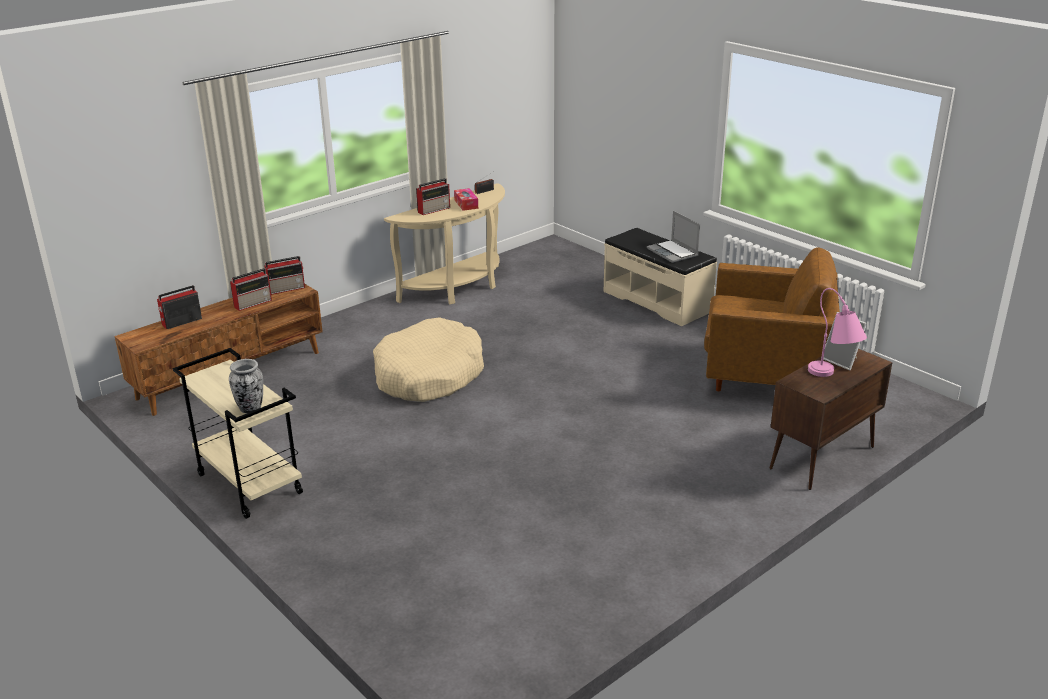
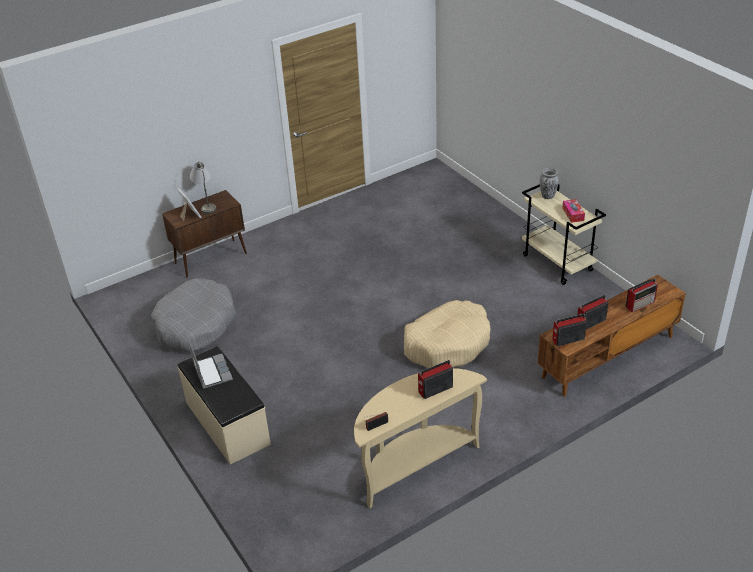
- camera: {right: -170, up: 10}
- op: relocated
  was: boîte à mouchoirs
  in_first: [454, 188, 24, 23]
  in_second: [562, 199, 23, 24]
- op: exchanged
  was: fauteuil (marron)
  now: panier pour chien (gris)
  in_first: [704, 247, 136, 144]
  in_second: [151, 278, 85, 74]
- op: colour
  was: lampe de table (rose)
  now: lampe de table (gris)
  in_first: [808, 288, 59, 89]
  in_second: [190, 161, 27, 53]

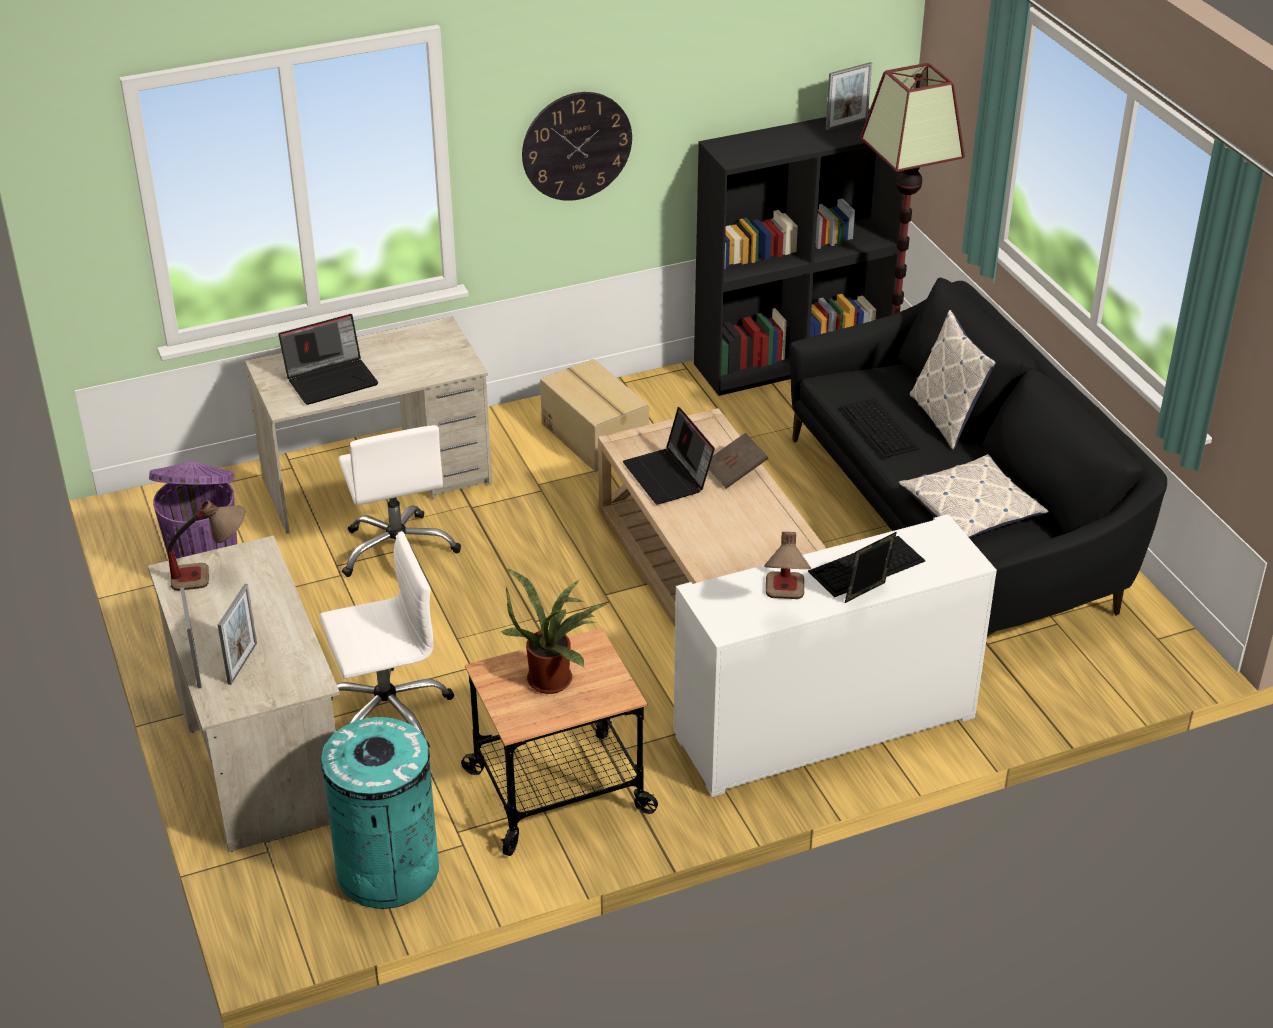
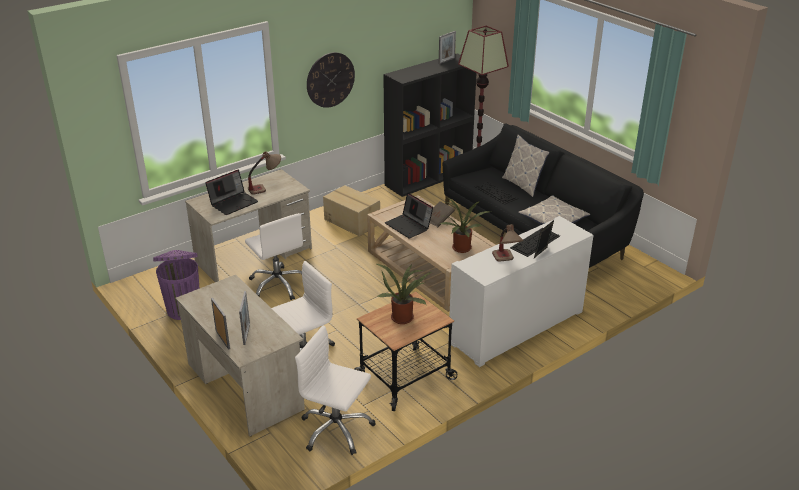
- camera: {right: -15, up: -5}
- op: relocated
  was: lampe de table
  in_first: [167, 500, 78, 91]
  in_second: [248, 152, 33, 43]
- op: exchanged
  was: poubelle (turquoise)
  now: chaise de bureau (blanc)
  in_first: [317, 717, 122, 192]
  in_second: [295, 325, 81, 130]
- op: appeared
  now: plante en pot
  in_second: [440, 198, 51, 55]

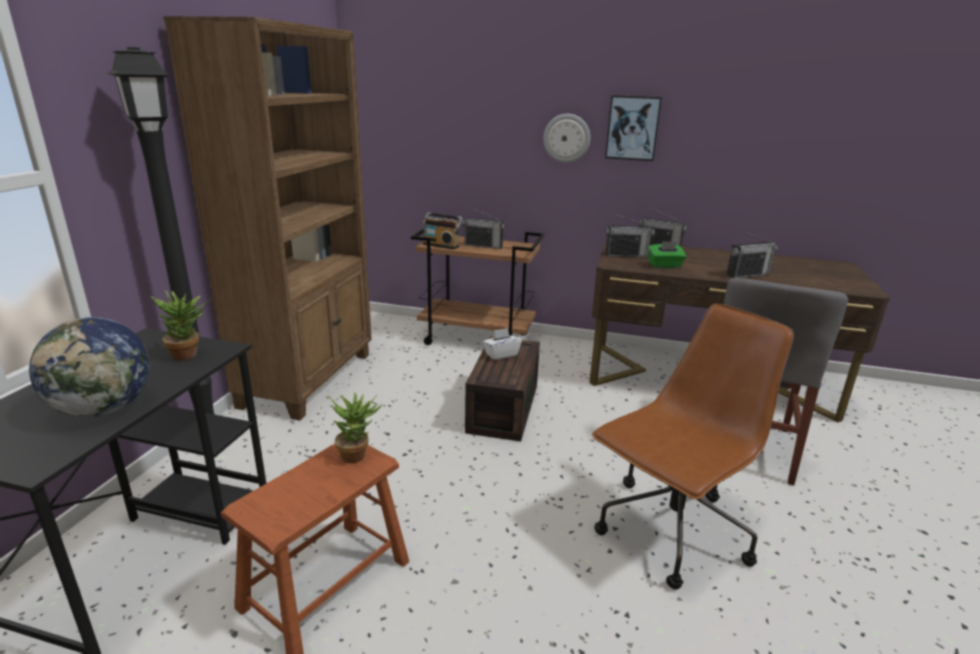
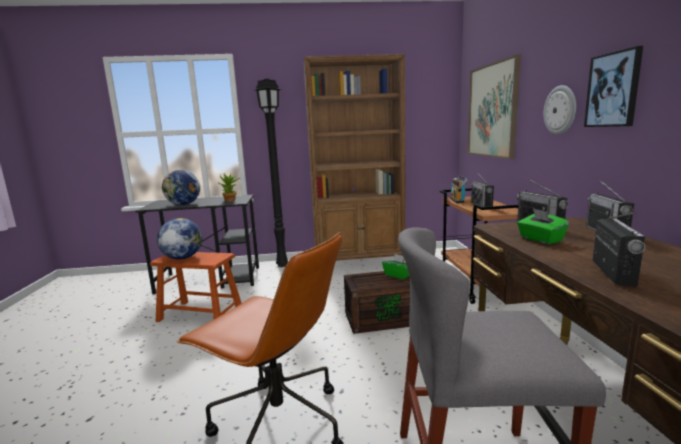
- camera: {right: 70, up: -10}
- op: missing
  was: plante en pot
  in_first: [326, 392, 56, 71]
- op: colour
  was: boîte à mouchoirs (blanc)
  now: boîte à mouchoirs (vert)
  in_first: [483, 328, 39, 32]
  in_second: [382, 254, 27, 25]
- op: spun
  was: radio
  in_first: [727, 232, 51, 46]
  in_second: [593, 212, 52, 75]
  clockwise: -120
- op: appeared
  now: globe
  in_second: [157, 218, 45, 41]
- op: appeared
  now: tableau
  in_second: [467, 54, 54, 105]

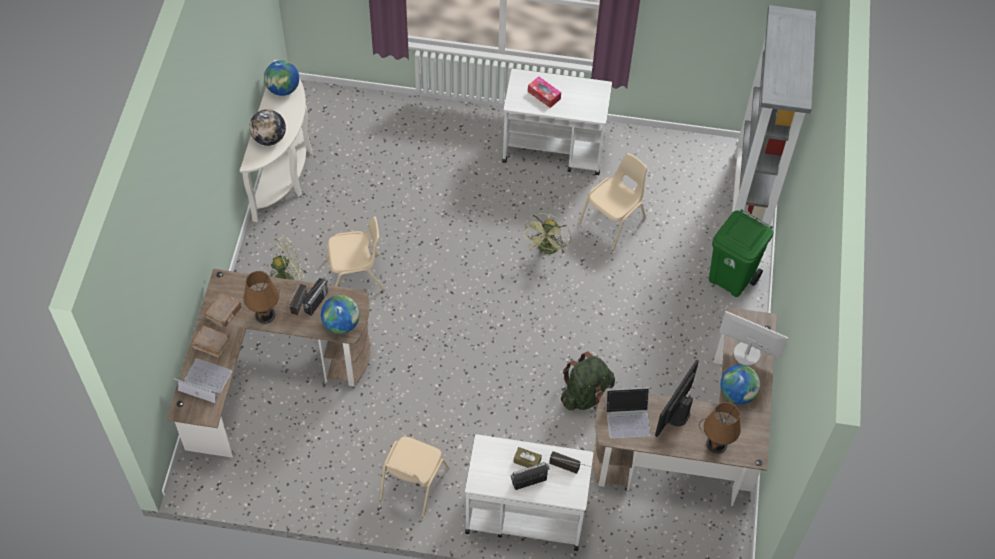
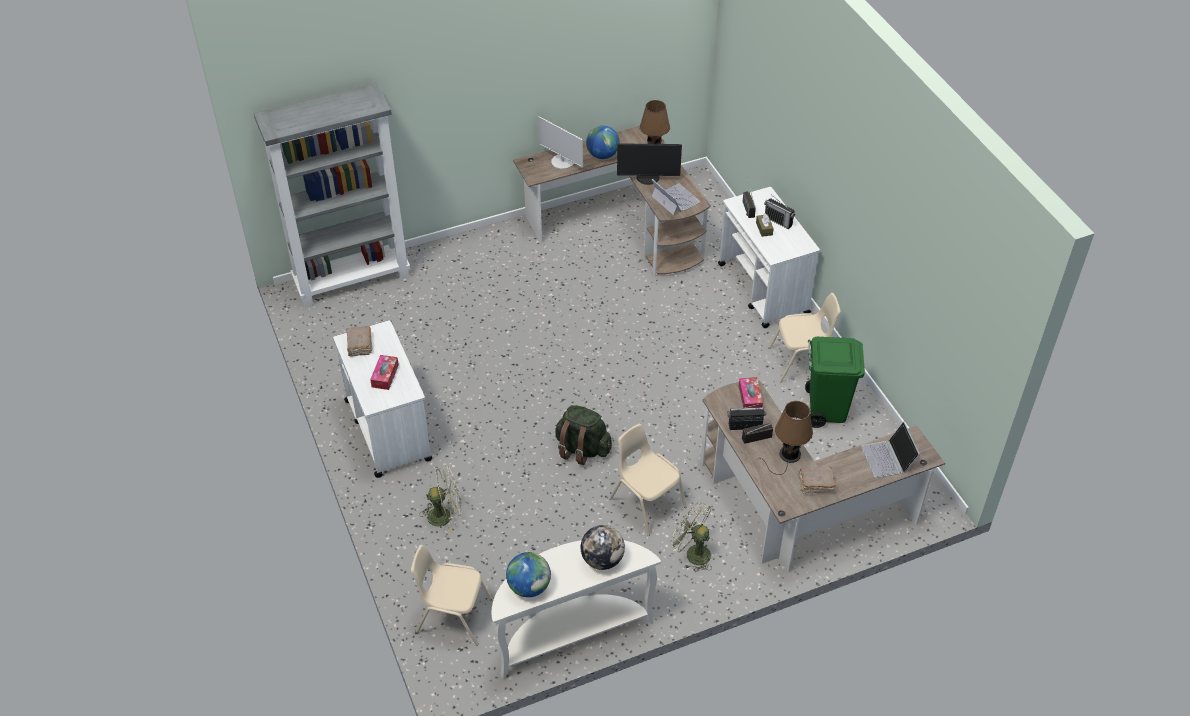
- camera: {right: -120, up: -10}
- op: relocated
  was: livre (marron)
  in_first: [192, 326, 38, 31]
  in_second: [346, 326, 26, 31]
- op: exchanged
  was: globe
  now: boîte à mouchoirs
  in_first: [321, 295, 39, 39]
  in_second: [739, 377, 24, 31]
- op: relocated
  was: ventilateur (vert)
  in_first: [524, 213, 47, 42]
  in_second: [419, 466, 42, 66]
- op: relocated
  was: sac à dos (vert)
  in_first: [561, 351, 54, 60]
  in_second: [555, 405, 57, 60]
- op: relocated
  was: chaise (beige)
  in_first: [578, 153, 69, 97]
  in_second: [411, 545, 81, 101]
- op: relocated
  was: poubelle (vert)
  in_first: [709, 209, 64, 88]
  in_second: [805, 337, 60, 91]
- op: spun
  was: écran d'ordinateur
  in_first: [719, 311, 70, 55]
  in_second: [538, 116, 45, 54]
  clockwise: -45

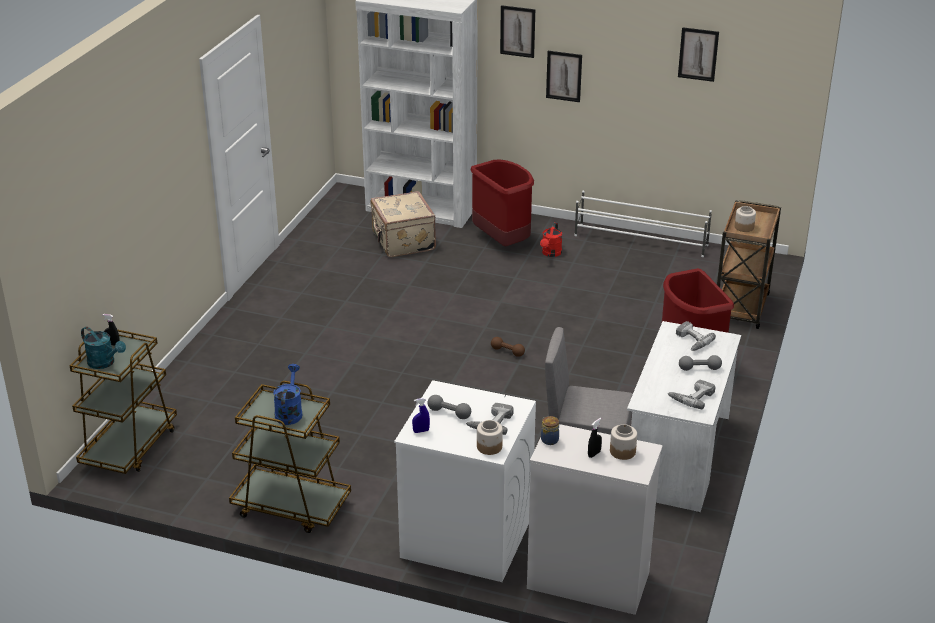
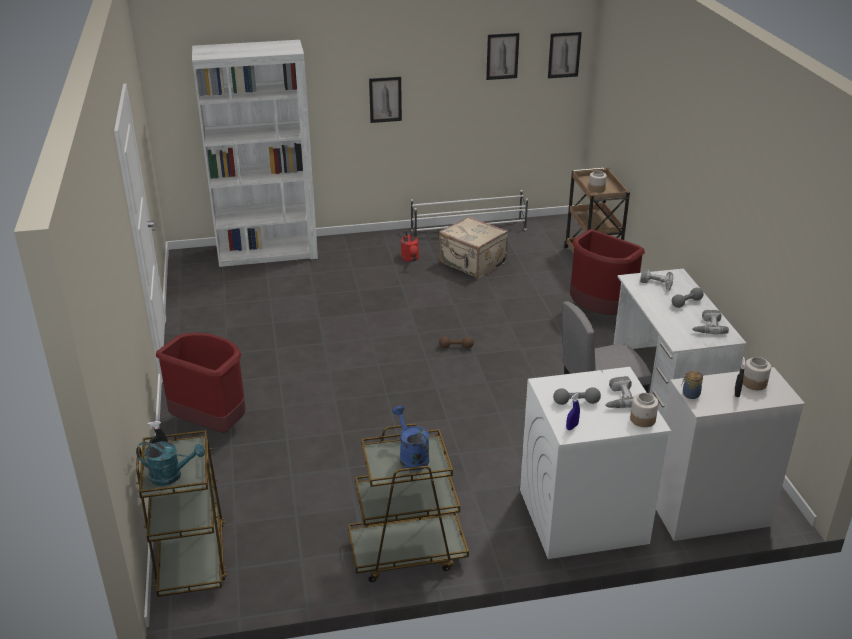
- camera: {right: -30, up: 0}
- op: relocated
  was: valise (beige)
  in_first: [371, 191, 65, 66]
  in_second: [439, 216, 69, 63]
- op: relocated
  was: poubelle (rouge)
  in_first: [471, 159, 63, 87]
  in_second: [156, 333, 90, 100]
- op: relocated
  was: tableau
  in_first: [500, 5, 35, 53]
  in_second: [548, 32, 34, 46]

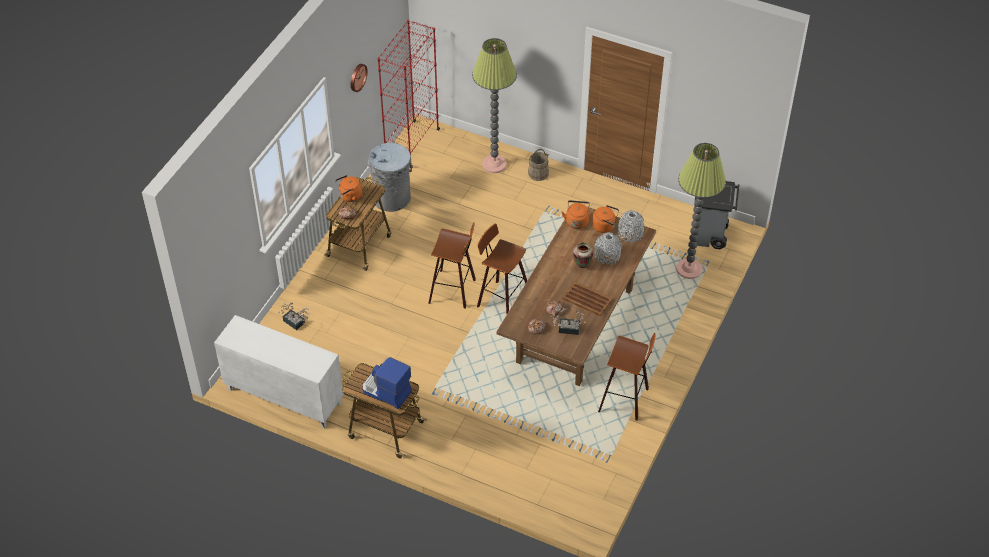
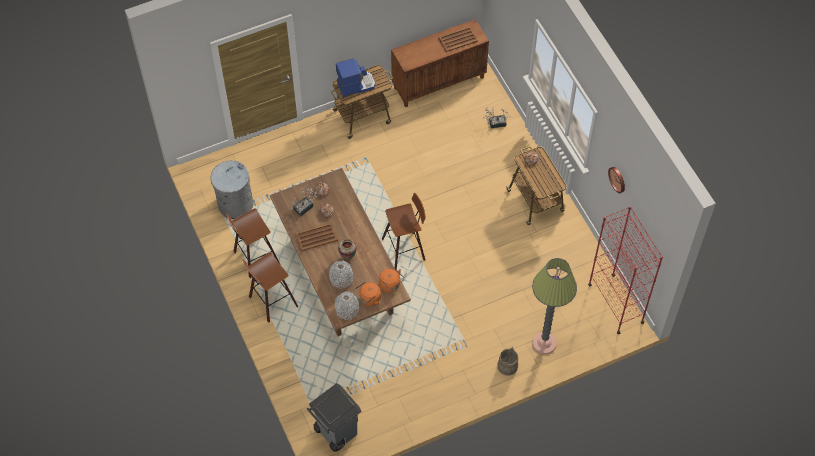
- camera: {right: 130, up: 10}
- op: colour
  was: meuble de rangement (blanc)
  now: meuble de rangement (marron)
  in_first: [214, 315, 129, 114]
  in_second: [391, 19, 98, 88]
- op: missing
  was: bouilloire (orange)
  in_first: [335, 175, 27, 27]
- op: relocated
  was: poubelle (gris)
  in_first: [368, 143, 44, 69]
  in_second: [210, 161, 43, 58]
- op: relocated
  was: tabouret
  in_first: [428, 222, 48, 87]
  in_second: [243, 252, 55, 71]
- op: missing
  was: lampadaire
  in_first: [676, 143, 50, 136]
- op: appeared
  now: plateau (marron)
  in_second: [438, 26, 40, 26]

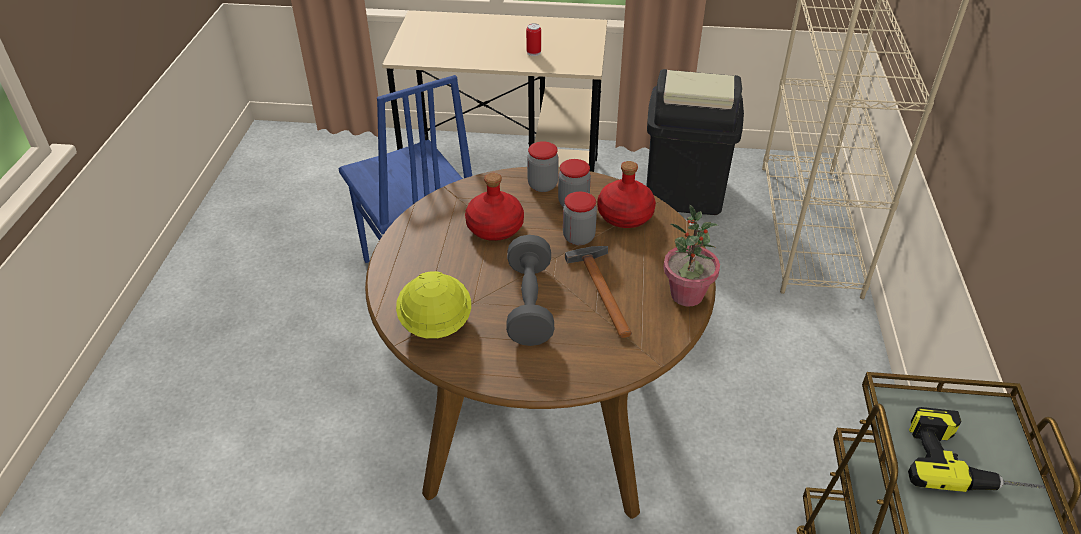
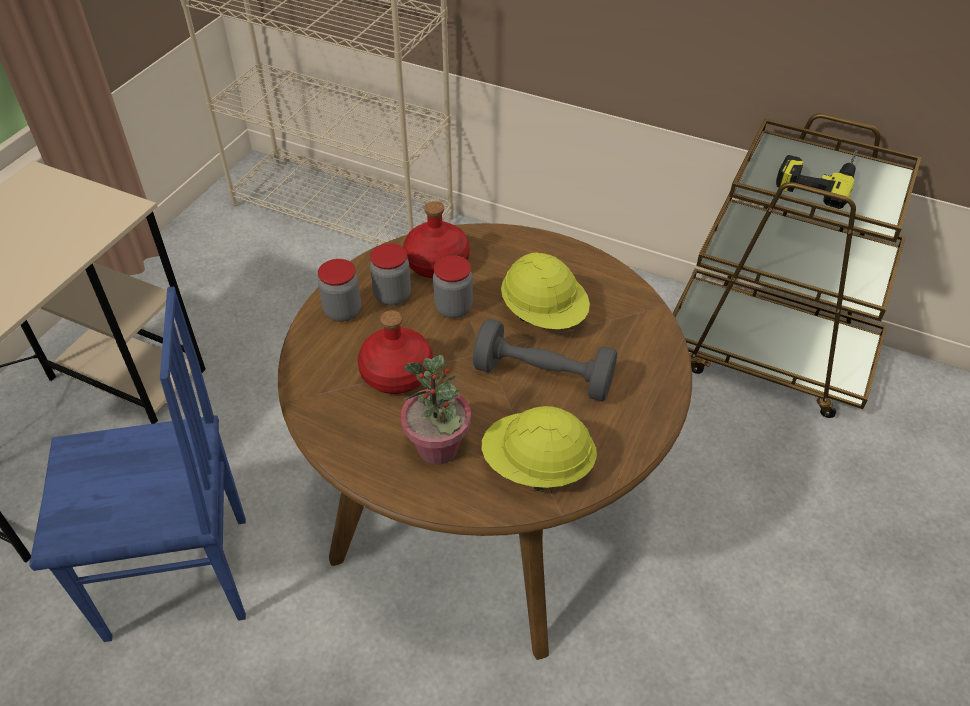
- camera: {right: -70, up: 5}
- op: missing
  was: boîte métallique
  in_first: [526, 23, 15, 33]
- op: exchanged
  was: marteau
  now: casque de chantier (jaune)
  in_first: [565, 246, 67, 92]
  in_second: [501, 252, 89, 77]
- op: missing
  was: poubelle (noir)
  in_first: [646, 69, 98, 146]
- op: relocated
  was: plante en pot
  in_first: [663, 205, 57, 101]
  in_second: [401, 355, 70, 110]

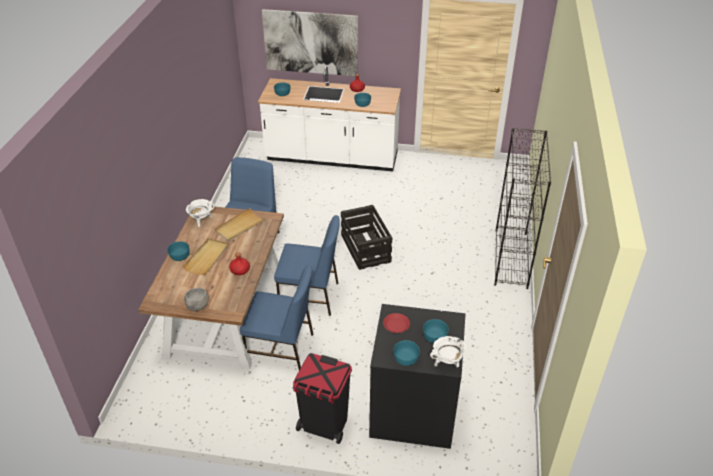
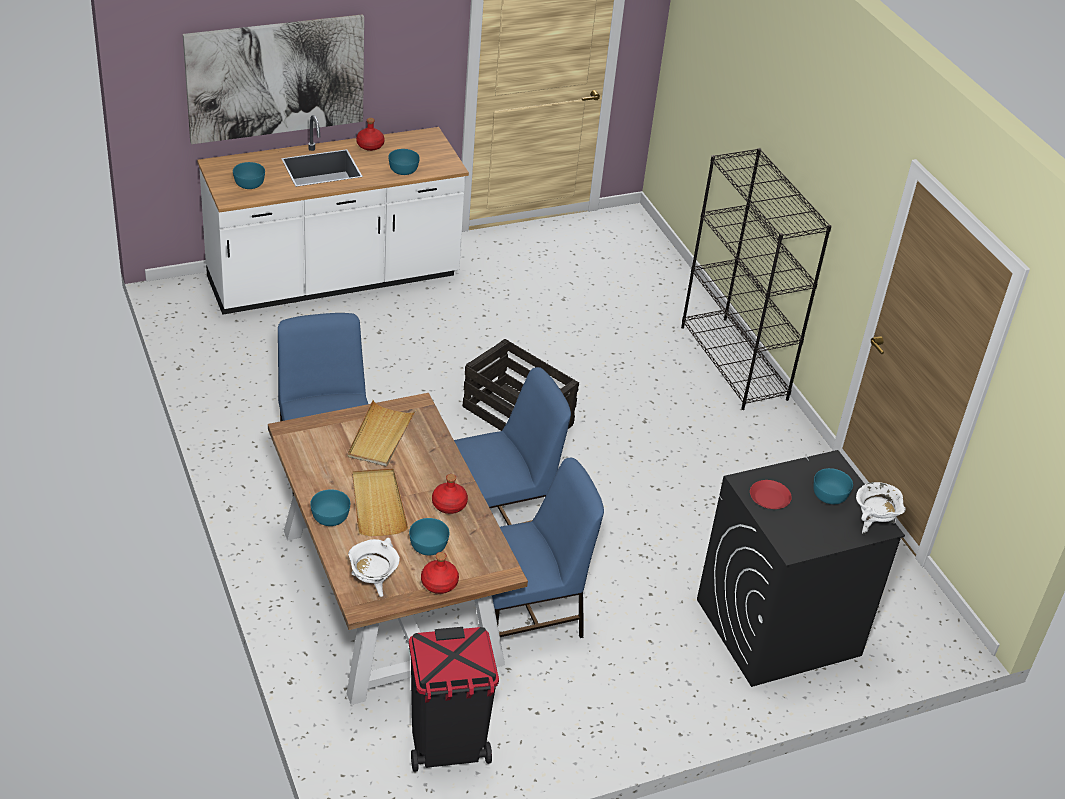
- camera: {right: -35, up: 0}
- op: exchanged
  was: bol (gris)
  now: bouteille (rouge)
  in_first: [184, 288, 25, 23]
  in_second: [421, 552, 38, 42]
- op: relocated
  was: marmite (blanc)
  in_first: [186, 199, 28, 28]
  in_second: [348, 538, 52, 59]
- op: relocated
  was: poubelle (noir)
  in_first: [293, 353, 59, 91]
  in_second: [409, 627, 90, 145]
- op: relocated
  was: bol (turquoise)
  in_first: [393, 340, 27, 26]
  in_second: [409, 518, 40, 37]

